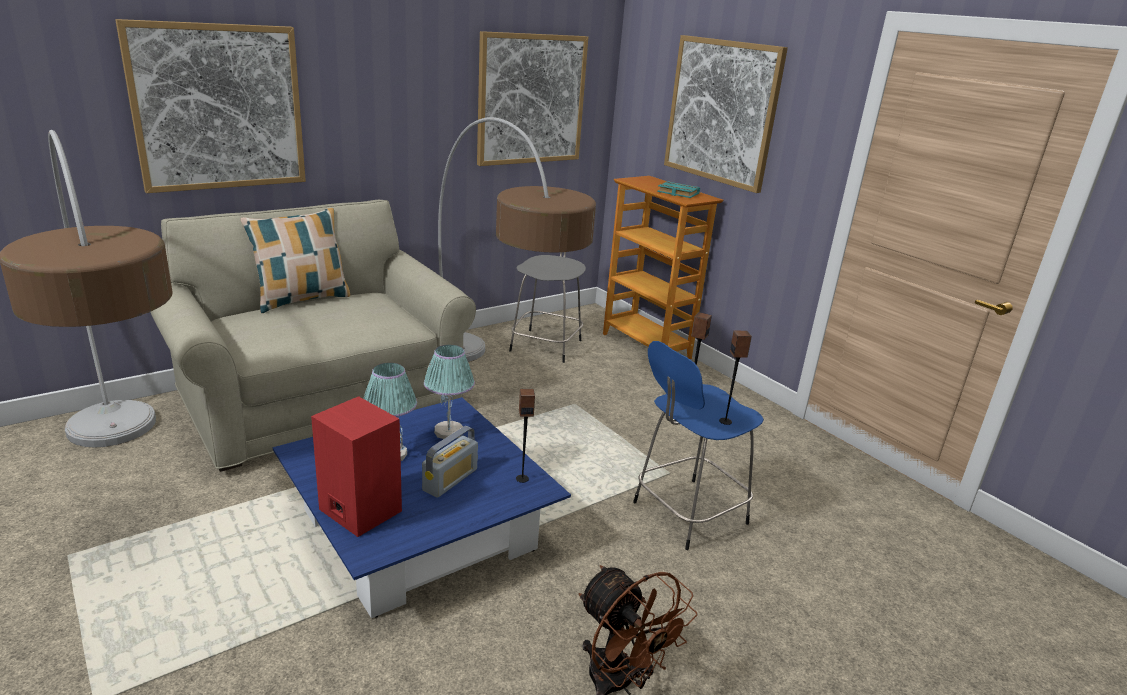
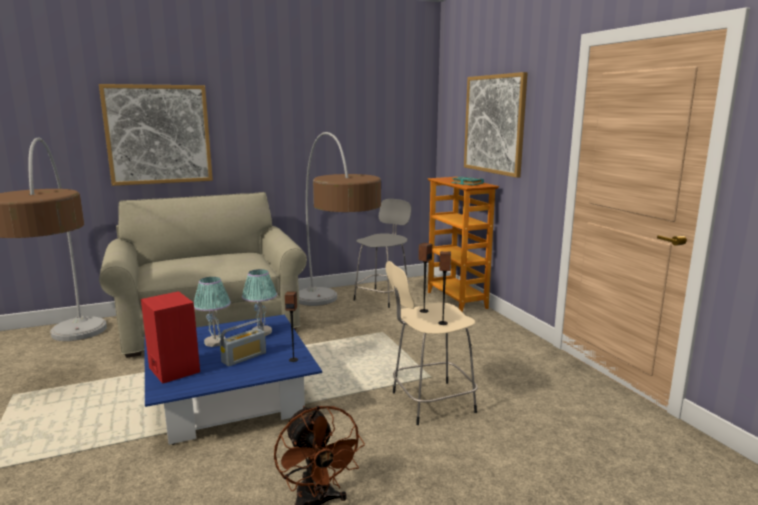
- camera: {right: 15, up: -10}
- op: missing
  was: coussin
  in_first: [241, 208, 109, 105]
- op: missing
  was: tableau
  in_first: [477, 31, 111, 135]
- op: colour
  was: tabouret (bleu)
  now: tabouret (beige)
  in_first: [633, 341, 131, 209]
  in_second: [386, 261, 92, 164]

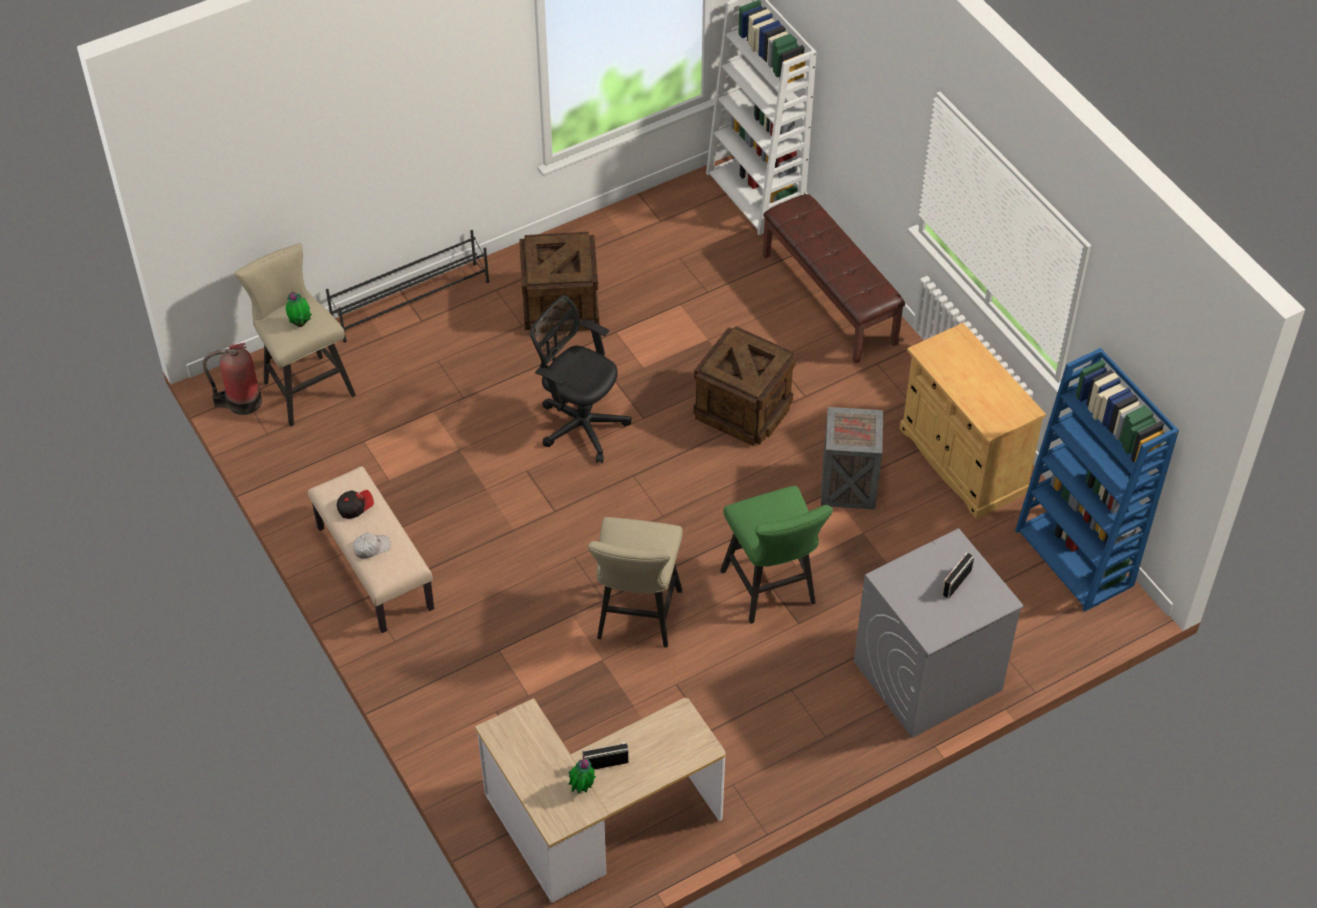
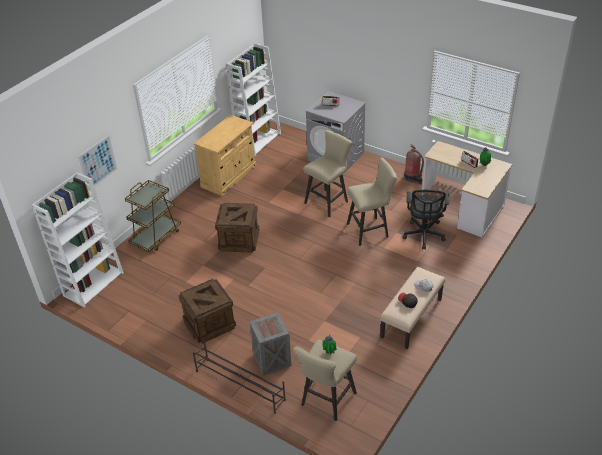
- camera: {right: -115, up: -10}
- op: relocated
  was: extincteur
  in_first: [203, 343, 59, 72]
  in_second: [404, 144, 20, 40]
- op: relocated
  was: chaise de bureau (noir)
  in_first: [530, 295, 101, 168]
  in_second: [402, 190, 47, 60]
- op: colour
  was: tabouret (vert)
  now: tabouret (beige)
  in_first: [720, 486, 113, 138]
  in_second: [303, 130, 50, 87]
- op: exchanged
  was: banc (marron)
  now: chariot (marron)
  in_first: [763, 194, 142, 170]
  in_second: [125, 180, 56, 72]
- op: relocated
  was: caisse
  in_first: [821, 407, 62, 102]
  in_second: [249, 312, 42, 64]
- op: colour
  was: bibliothèque (bleu)
  now: bibliothèque (blanc)
  in_first: [1015, 348, 164, 264]
  in_second: [227, 43, 54, 113]
- op: appeared
  now: tableau
  in_second: [78, 135, 39, 56]

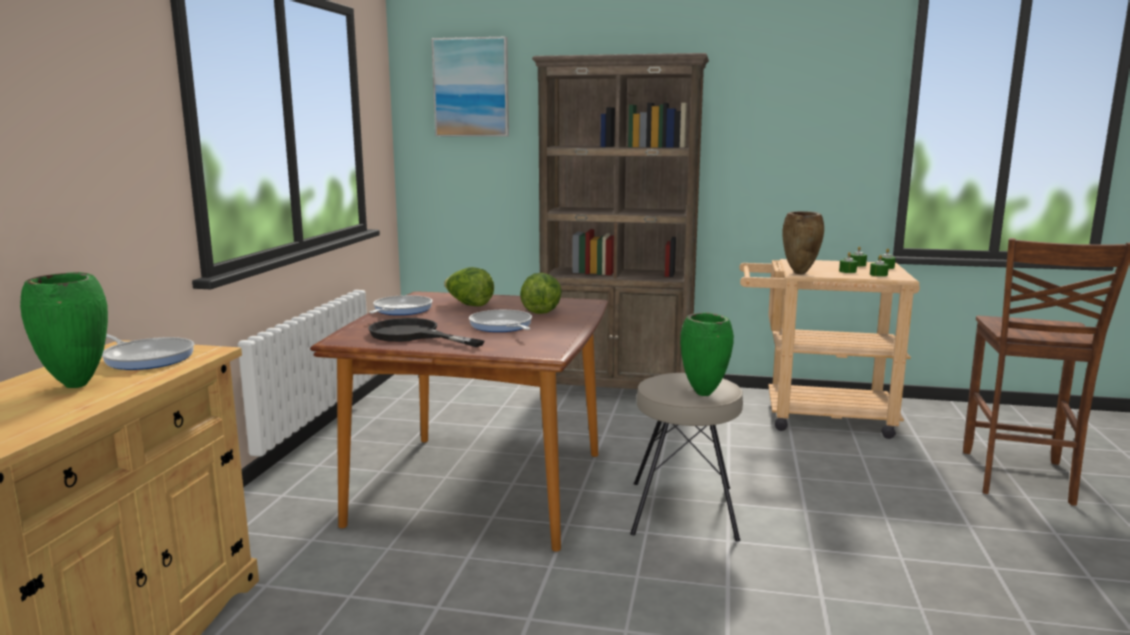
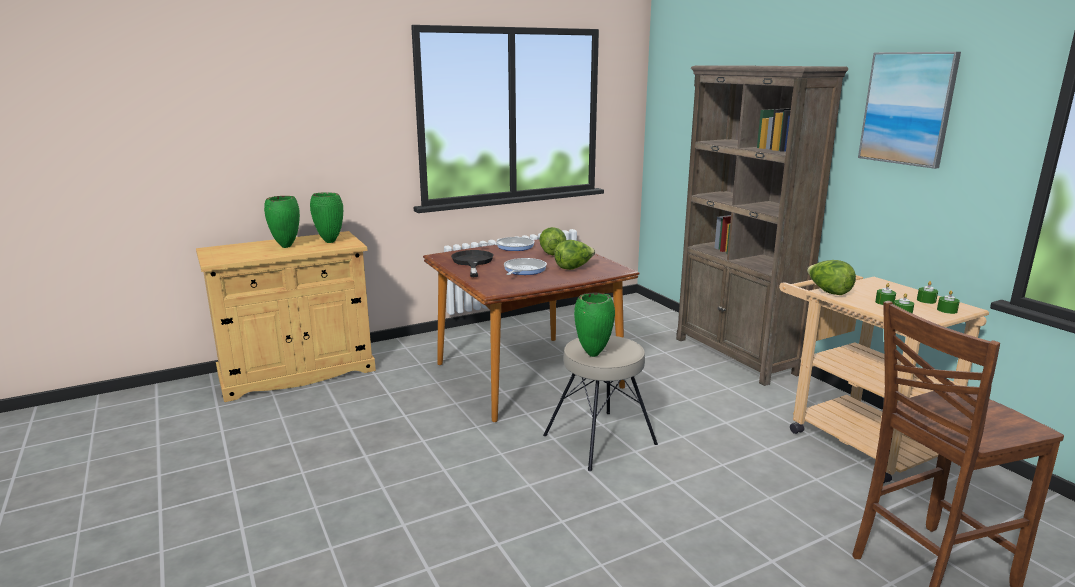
- camera: {right: 50, up: 5}
- op: exchanged
  was: poêle
  now: vase (vert)
  in_first: [102, 334, 92, 36]
  in_second: [310, 192, 33, 51]
- op: relocated
  was: tableau
  in_first: [431, 37, 78, 100]
  in_second: [858, 52, 103, 117]
- op: exchanged
  was: vase (marron)
  now: laitue
  in_first: [783, 211, 41, 63]
  in_second: [807, 260, 49, 35]

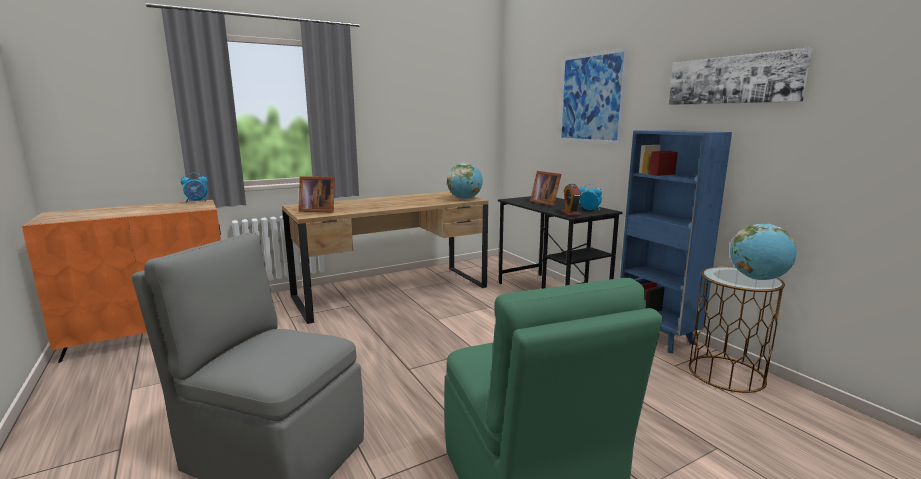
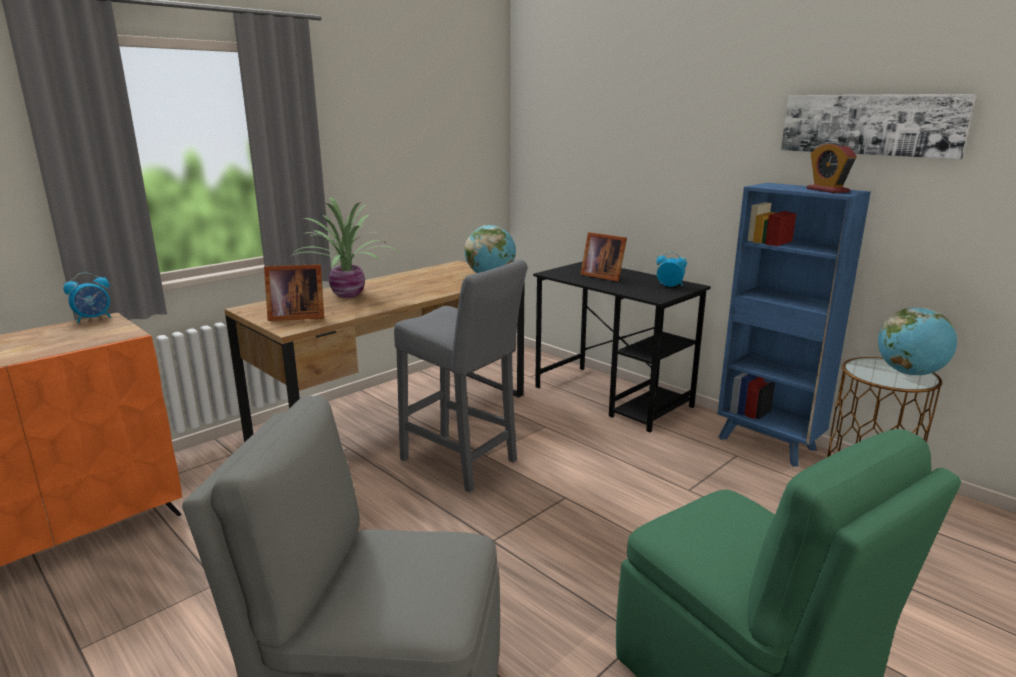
- camera: {right: -15, up: 5}
- op: missing
  was: tableau
  in_first: [559, 47, 70, 97]
- op: relocated
  was: réveil
  in_first: [561, 184, 20, 32]
  in_second: [807, 141, 50, 52]
- op: appeared
  now: plante en pot
  in_second: [290, 198, 111, 100]
- op: appeared
  now: tabouret (gris)
  in_second: [394, 260, 133, 232]

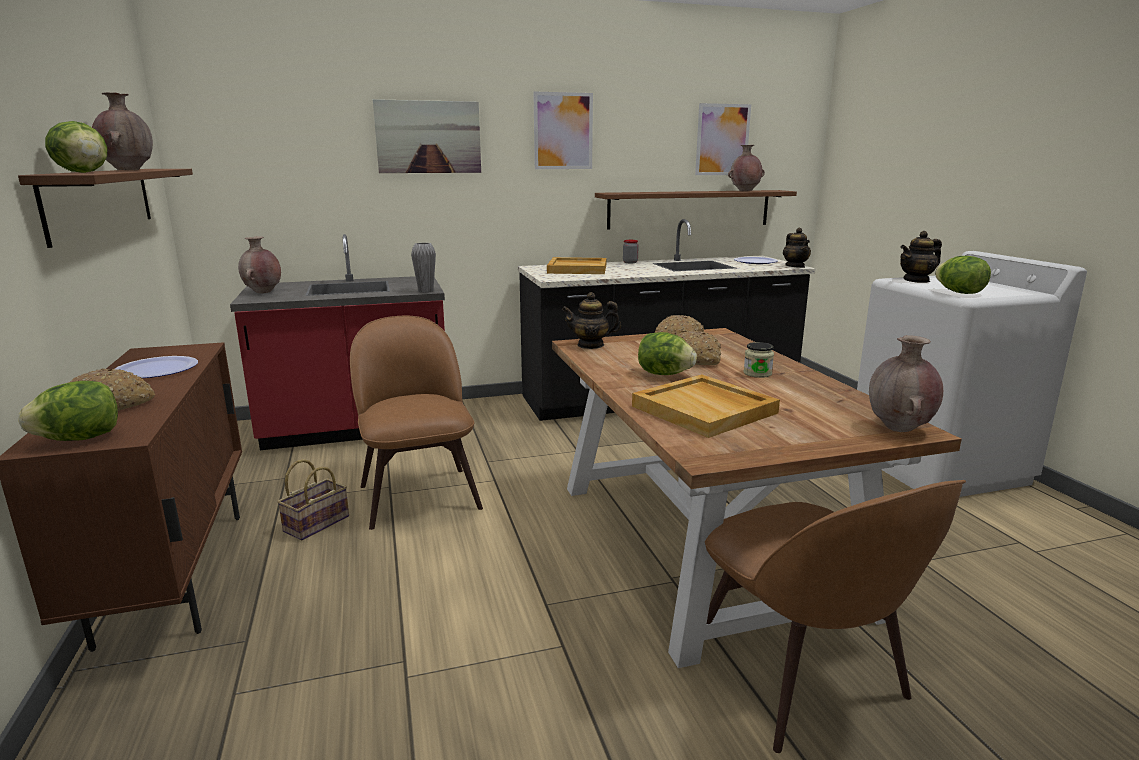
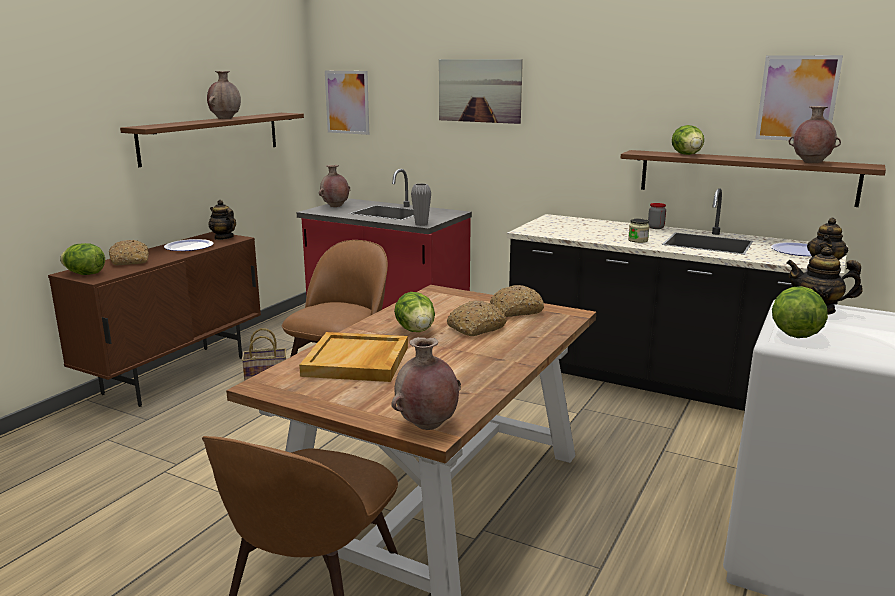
- camera: {right: 45, up: 0}
- op: relocated
  was: laitue
  in_first: [45, 121, 62, 52]
  in_second: [672, 125, 32, 30]
- op: relocated
  was: tableau
  in_first: [533, 91, 60, 78]
  in_second: [325, 71, 44, 64]
- op: missing
  was: plateau (beige)
  in_first: [547, 257, 59, 17]
- op: relocated
  was: théière
  in_first: [562, 292, 59, 57]
  in_second: [208, 200, 28, 40]
- op: relocated
  was: bocal
  in_first: [744, 342, 30, 36]
  in_second: [628, 219, 21, 24]

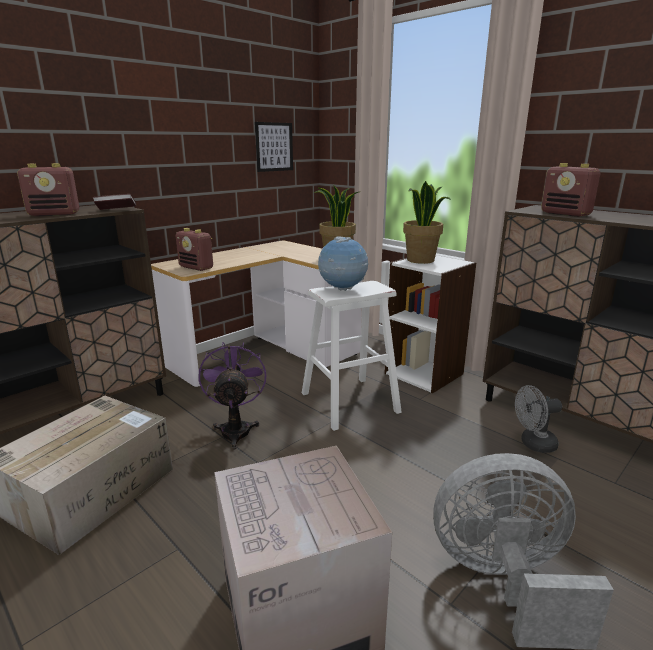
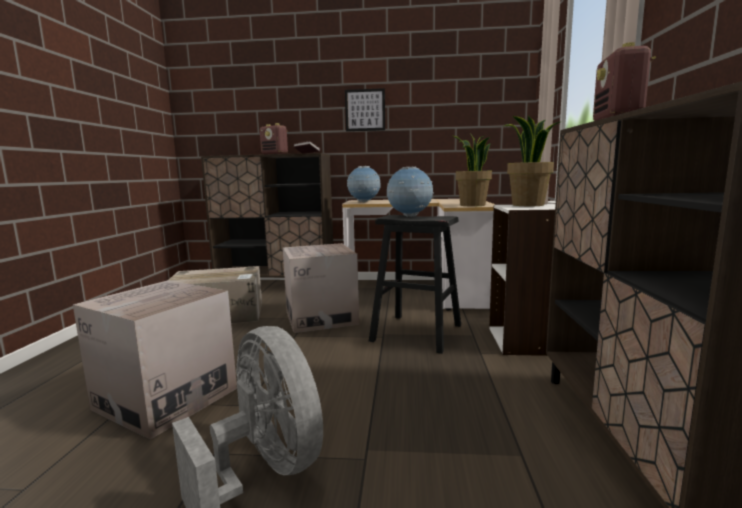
- camera: {right: 50, up: -10}
- op: exchanged
  was: radio
  now: globe
  in_first: [176, 228, 37, 43]
  in_second: [347, 166, 33, 36]
- op: exchanged
  was: ventilateur (violet)
  now: carton
  in_first: [199, 342, 67, 108]
  in_second: [283, 243, 76, 90]
- op: relocated
  was: tableau
  in_first: [255, 122, 38, 50]
  in_second: [345, 88, 40, 44]
- op: colour
  was: tabouret (blanc)
  now: tabouret (noir)
  in_first: [302, 281, 100, 150]
  in_second: [369, 215, 92, 139]
- op: missing
  was: ventilateur (gris)
  in_first: [515, 385, 47, 68]

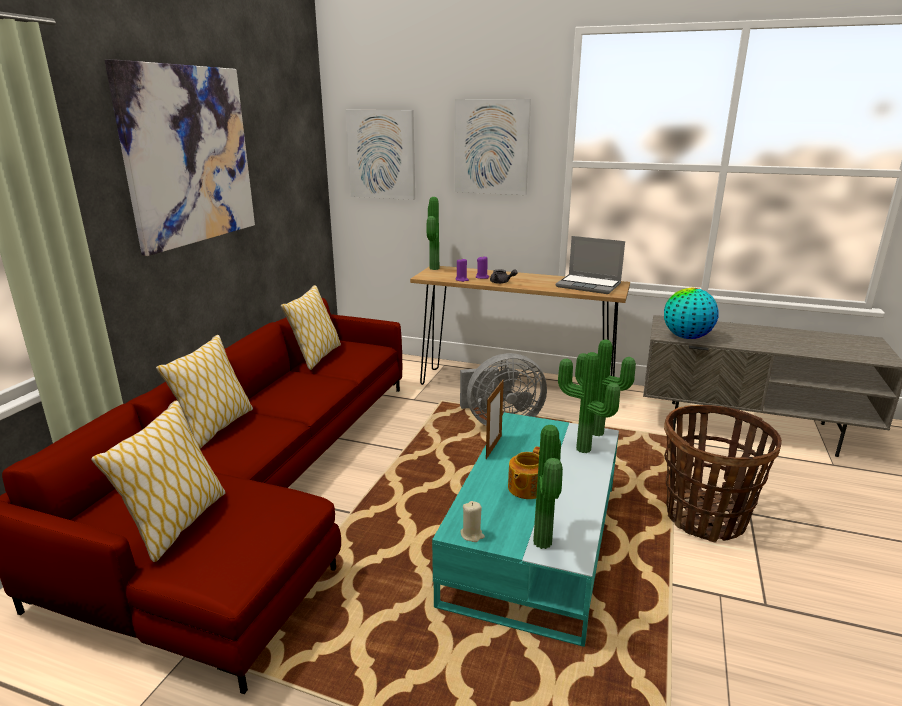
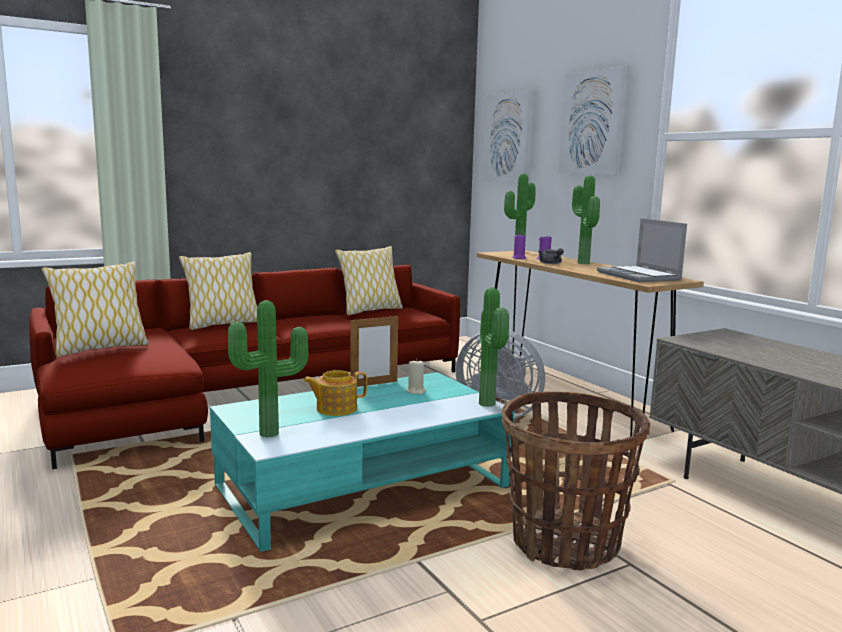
- camera: {right: 40, up: -10}
- op: missing
  was: tableau
  in_first: [105, 59, 150, 197]
- op: relocated
  was: bougie (beige)
  in_first: [460, 501, 25, 41]
  in_second: [406, 361, 20, 34]
- op: relocated
  was: plante en pot
  in_first: [558, 352, 62, 101]
  in_second: [572, 176, 28, 88]
- op: missing
  was: globe
  in_first: [664, 288, 55, 51]

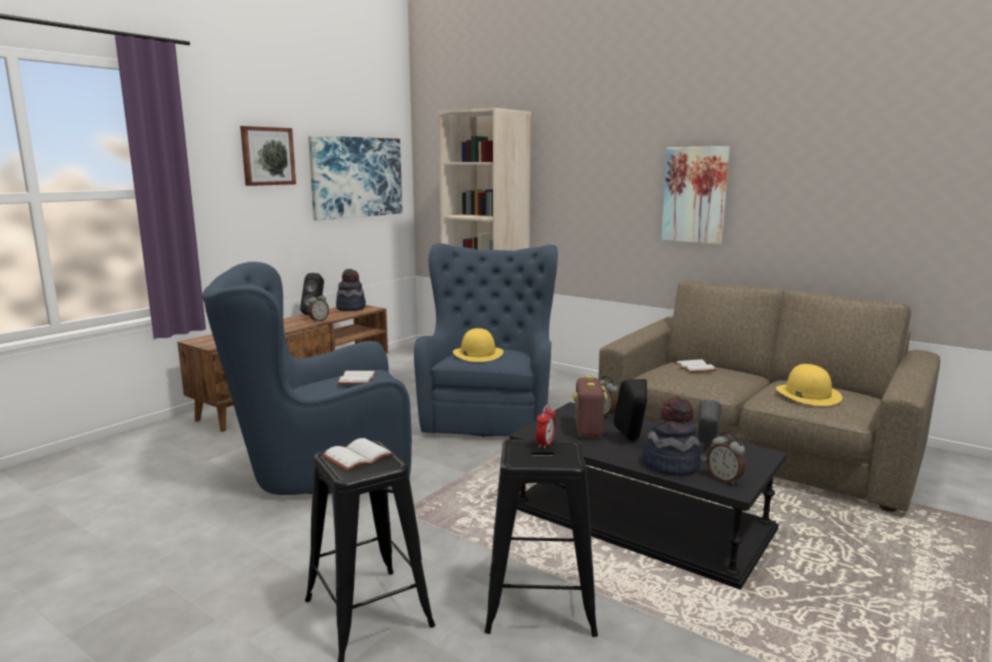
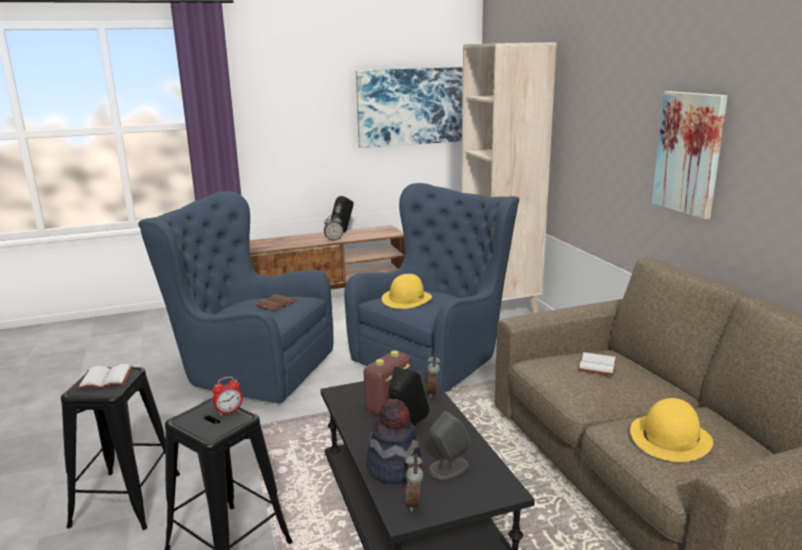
- camera: {right: 35, up: 5}
- op: missing
  was: tableau
  in_first: [240, 126, 56, 60]
- op: missing
  was: chapeau
  in_first: [336, 269, 30, 42]
- op: colour
  was: livre (blanc)
  now: livre (marron)
  in_first: [338, 371, 38, 13]
  in_second: [255, 294, 42, 17]

